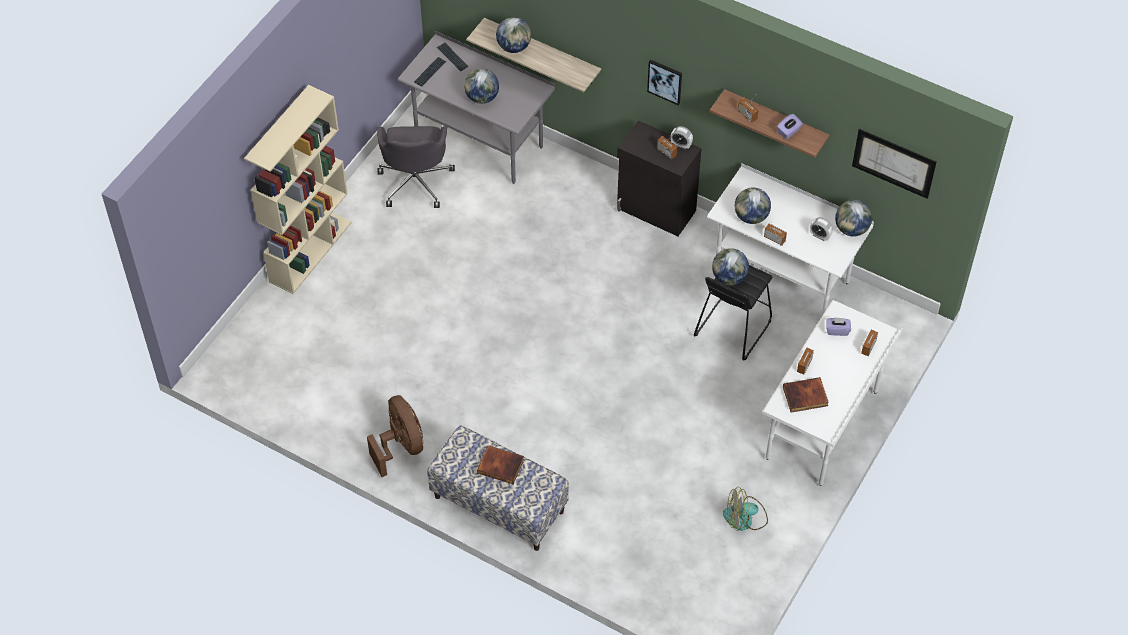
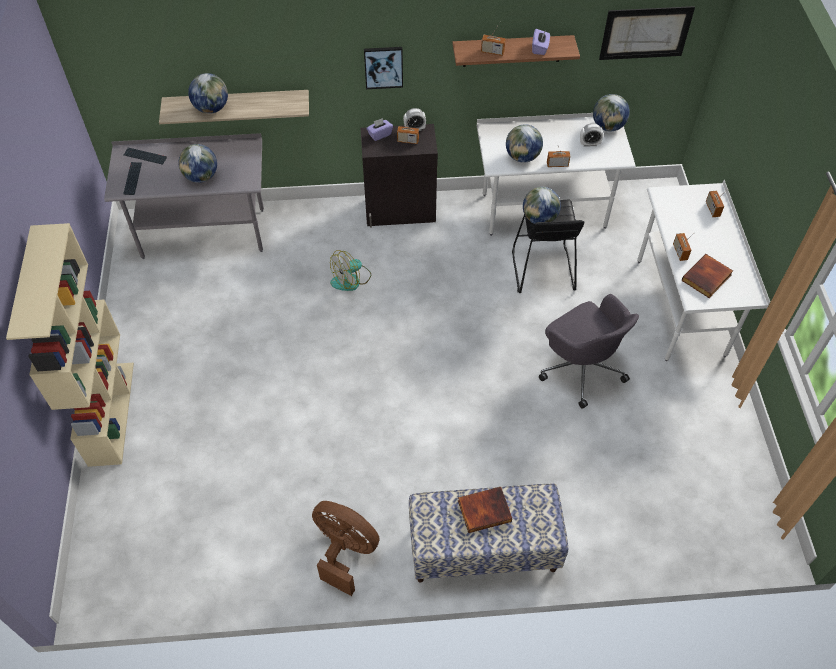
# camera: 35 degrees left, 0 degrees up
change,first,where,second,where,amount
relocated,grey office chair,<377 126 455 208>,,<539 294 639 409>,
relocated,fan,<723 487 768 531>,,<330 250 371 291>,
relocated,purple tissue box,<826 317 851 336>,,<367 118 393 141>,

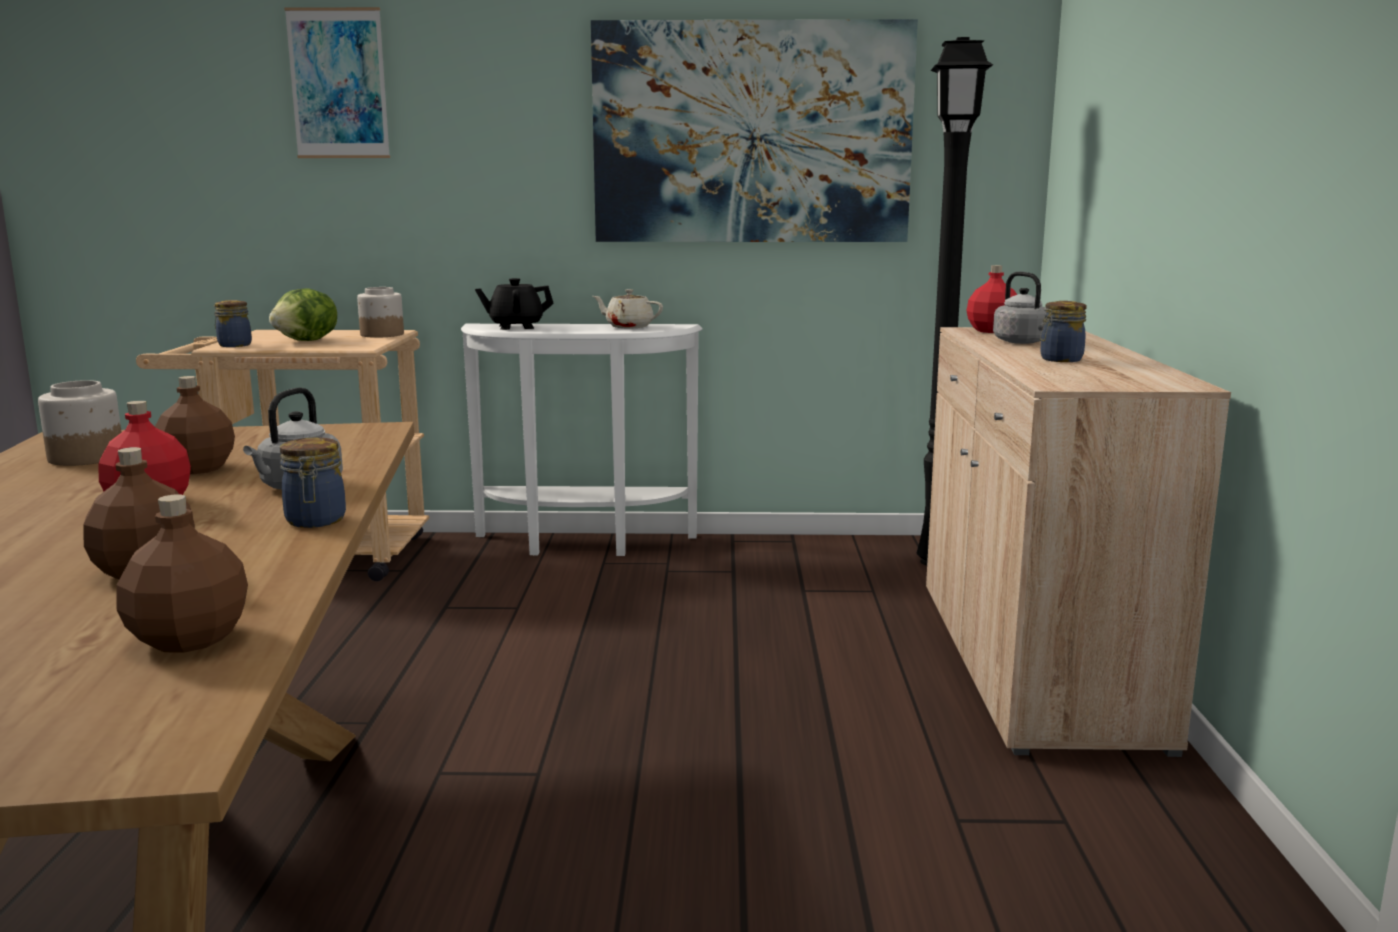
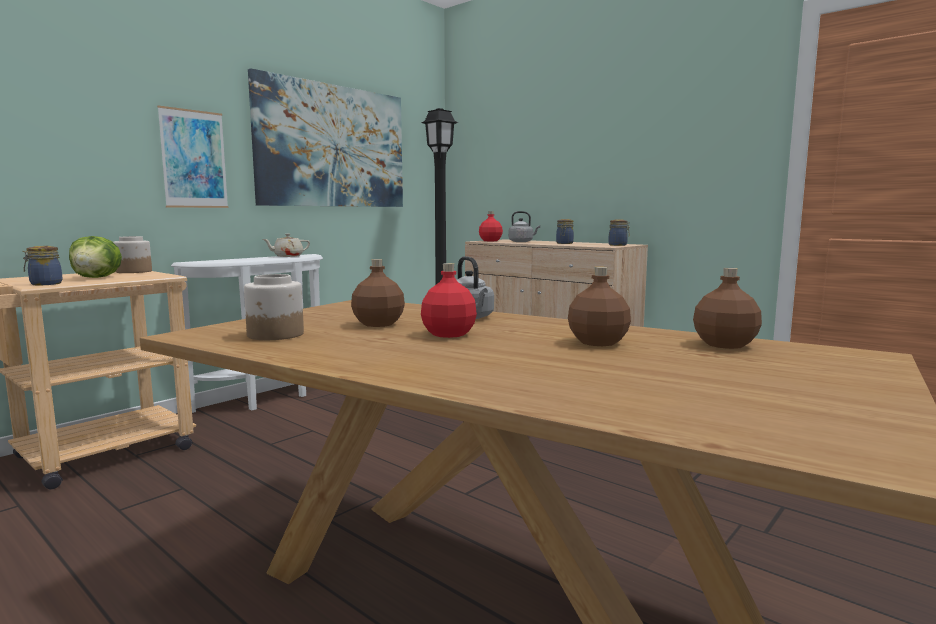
# camera: 50 degrees left, 5 degrees down
change,first,where,second,where,amount
relocated,jar,<280 438 346 528>,,<608 220 630 246>,
relocated,picture,<284 7 390 158>,,<157 105 228 208>,
missing,black teapot,<475 278 554 330>,,,

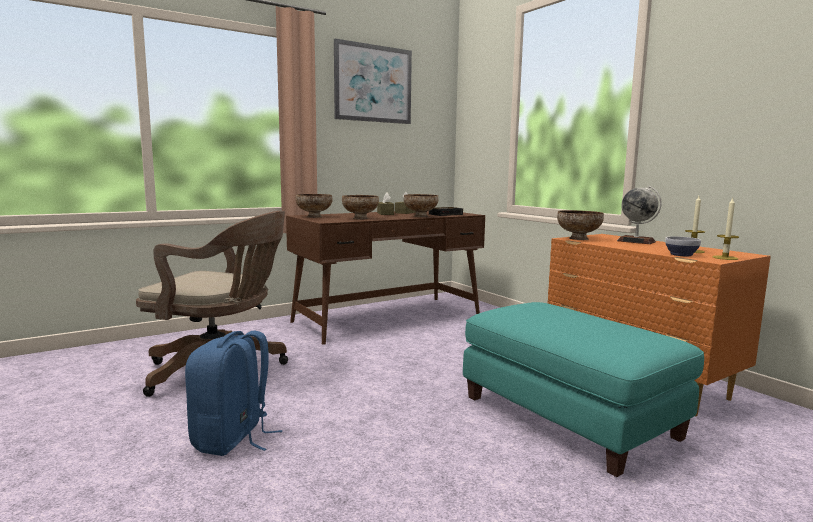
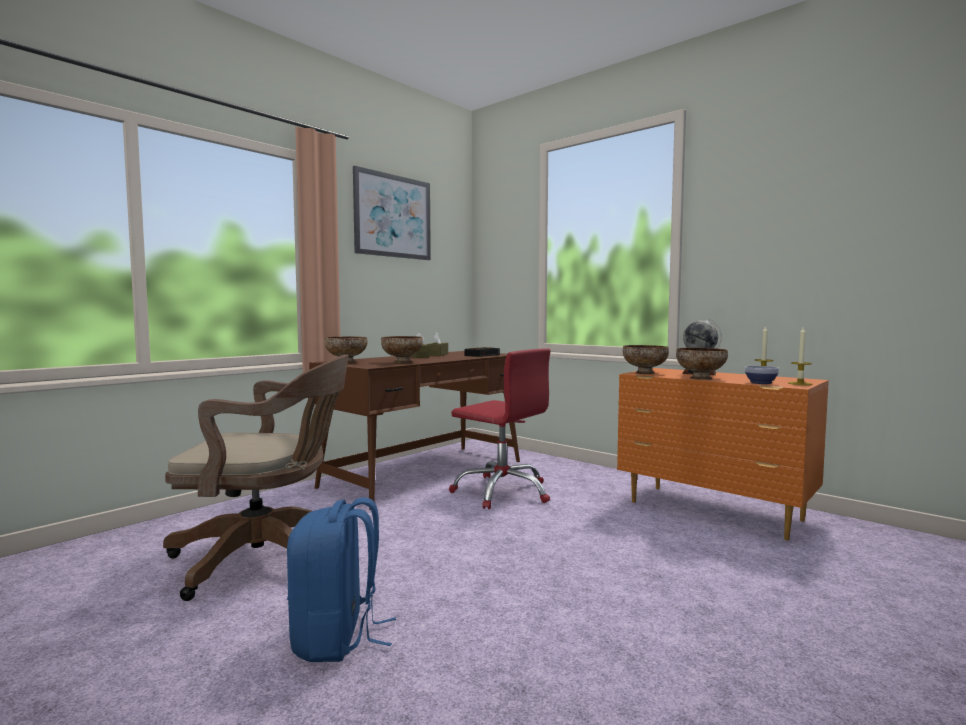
# camera: 15 degrees left, 5 degrees down
change,first,where,second,where,amount
relocated,bowl,<404 194 439 217>,,<676 348 728 380>,
missing,turquoise ottoman,<463 302 704 477>,,,
appeared,,,red office chair,<449 348 551 509>,

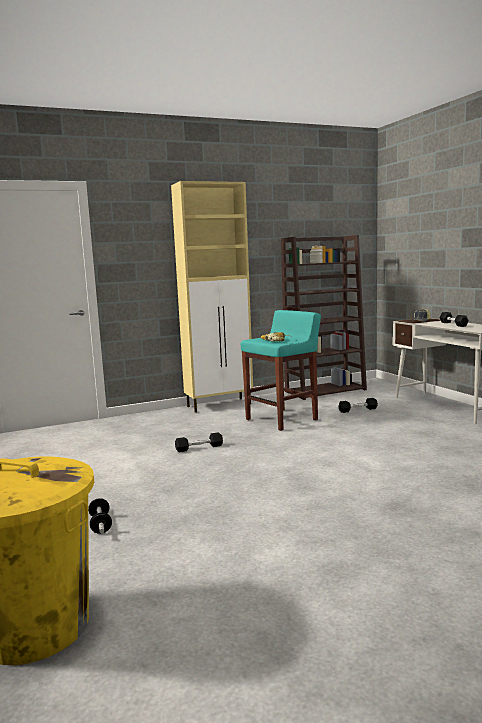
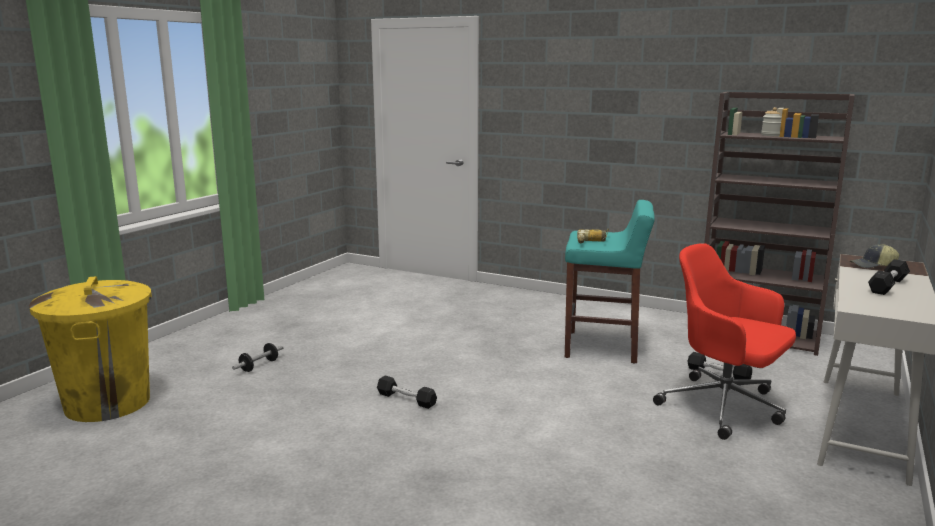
# camera: 50 degrees right, 5 degrees up
change,first,where,second,where,amount
missing,beige cabinet,<171 181 253 413>,,,
relocated,black dumbbell,<175 433 223 452>,,<377 376 437 409>,
appeared,,,red office chair,<653 244 796 440>,

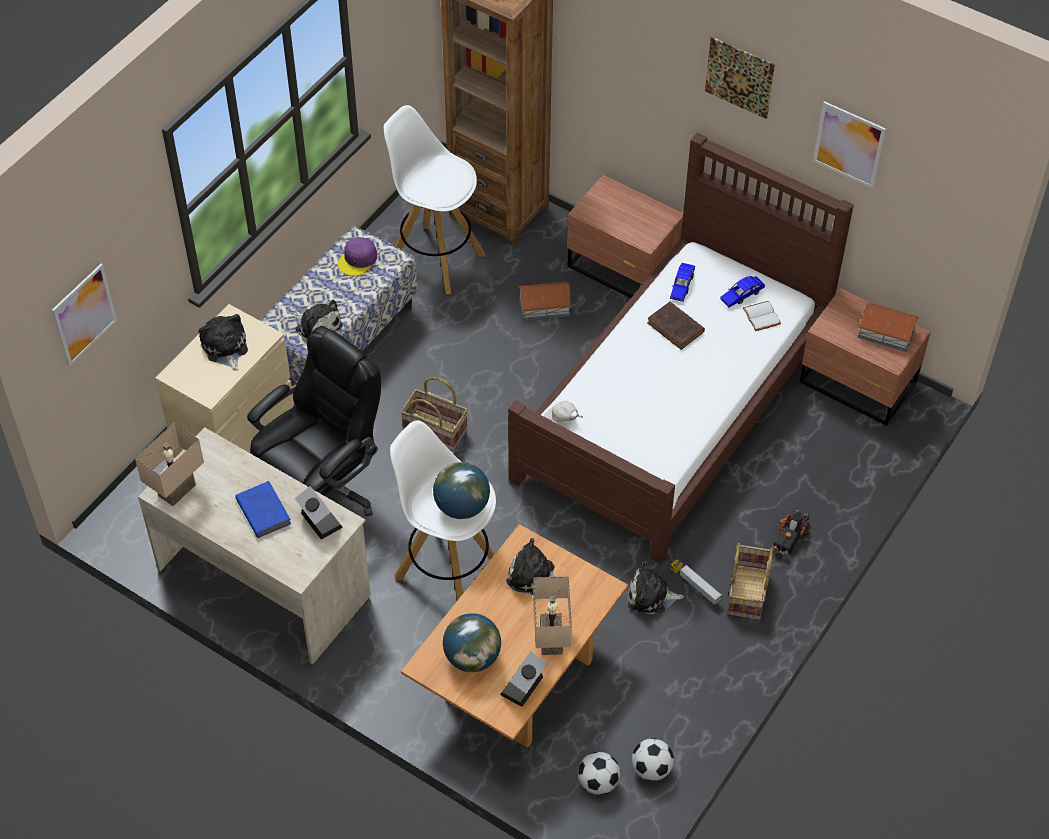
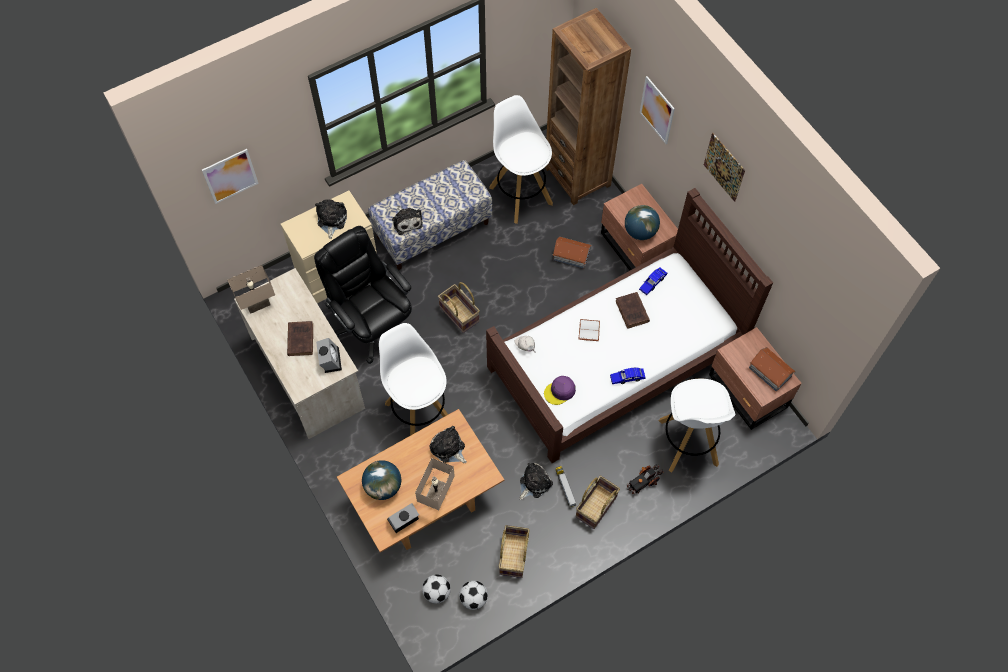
# camera: 25 degrees right, 10 degrees up
change,first,where,second,where,amount
colour,blue book,<235 481 291 538>,brown book,<287 321 313 356>,
spun,black office chair,<247 326 381 516>,,<314 226 412 364>,105 degrees counterclockwise
relocated,purple cap,<338 237 377 276>,,<544 376 576 405>,
relocated,globe,<433 462 490 519>,,<625 205 660 240>,
spun,plush toy,<628 561 684 614>,,<520 463 553 500>,105 degrees clockwise
relocated,blue toy car,<720 276 765 308>,,<610 368 646 384>,
relocated,white book,<743 301 781 331>,,<579 319 600 341>,
relocated,picture,<813 101 886 189>,,<640 76 675 144>,
appeared,,,basket,<498 525 530 578>,
appeared,,,white stool,<659 379 736 473>,

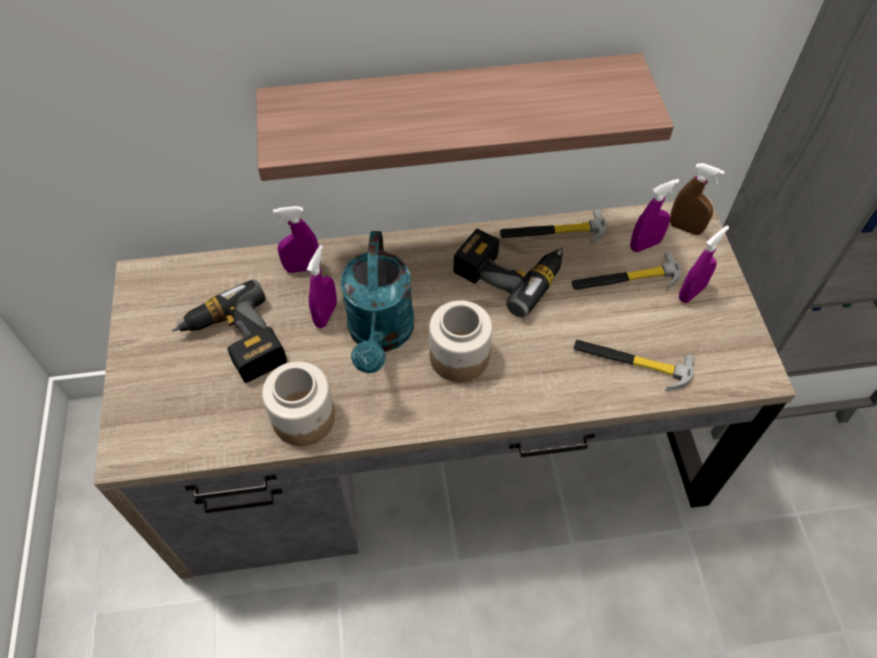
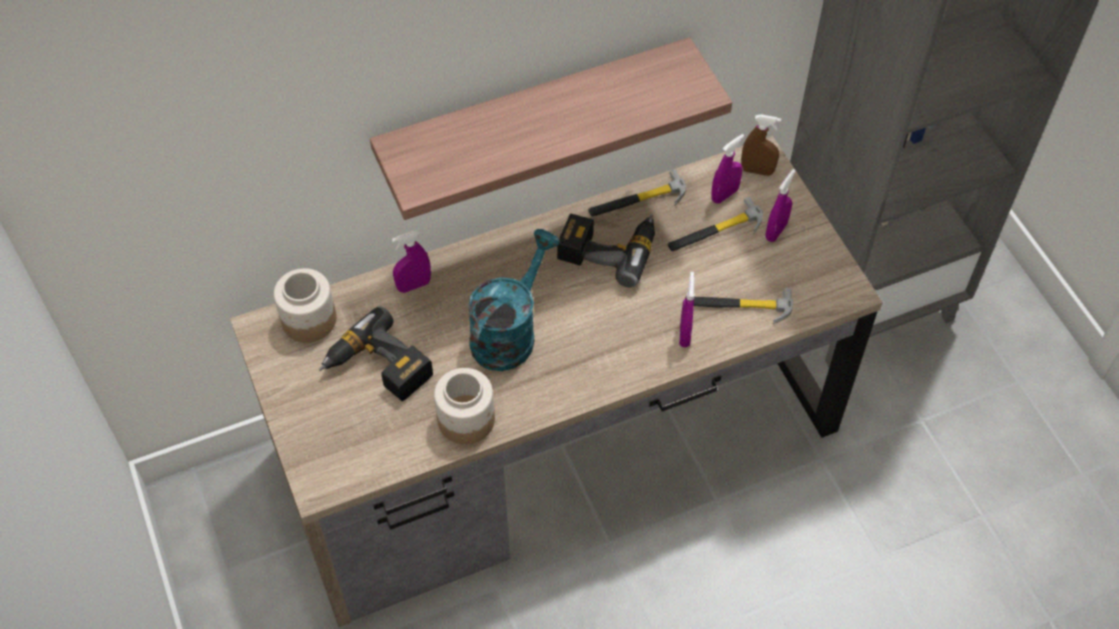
# camera: 15 degrees left, 0 degrees up
change,first,where,second,where,amount
relocated,purple spray bottle,<307 245 337 328>,,<679 272 695 348>,
spun,turquoise watering can,<340 231 414 373>,,<468 229 560 371>,135 degrees counterclockwise
relocated,jar,<429 300 492 382>,,<274 268 336 342>,

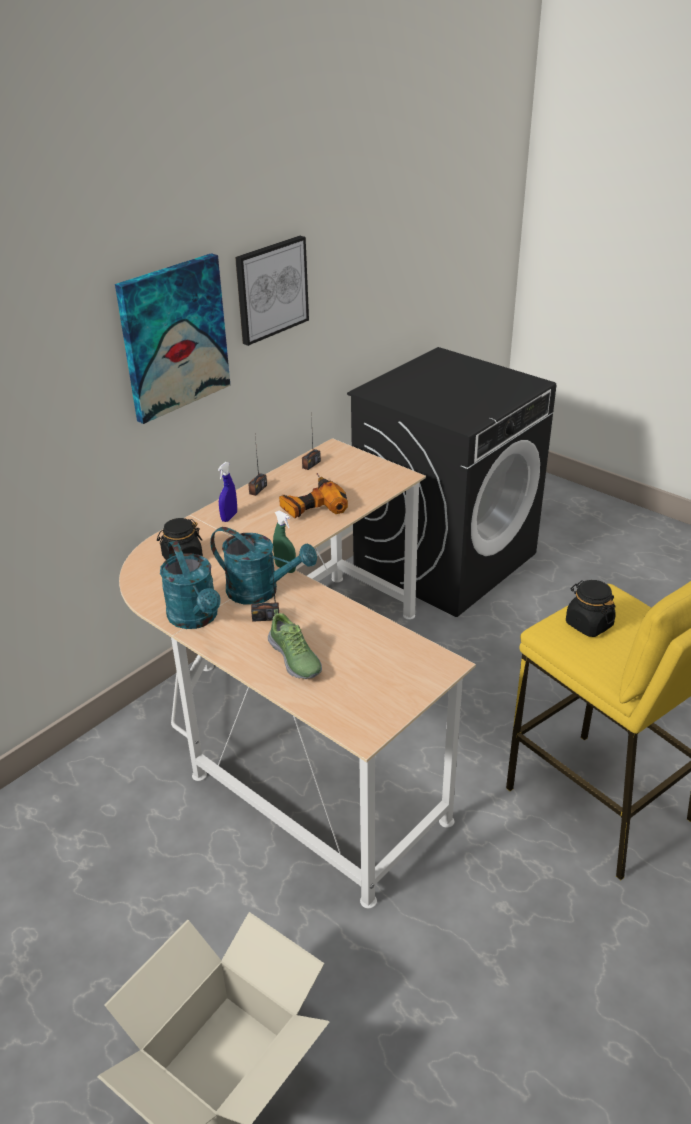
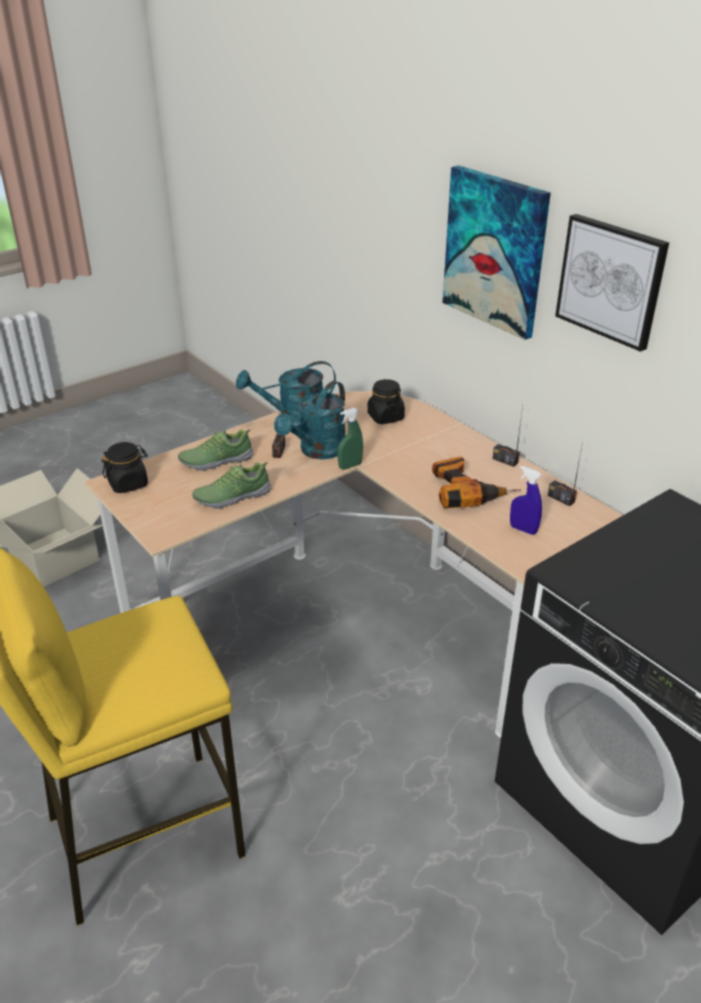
# camera: 100 degrees right, 0 degrees up
change,first,where,second,where,amount
relocated,blue spray bottle,<218 462 237 522>,,<510 466 542 535>,
relocated,black jar,<566 580 616 637>,,<101 442 148 493>,
appeared,,,shoe,<192 462 271 509>,

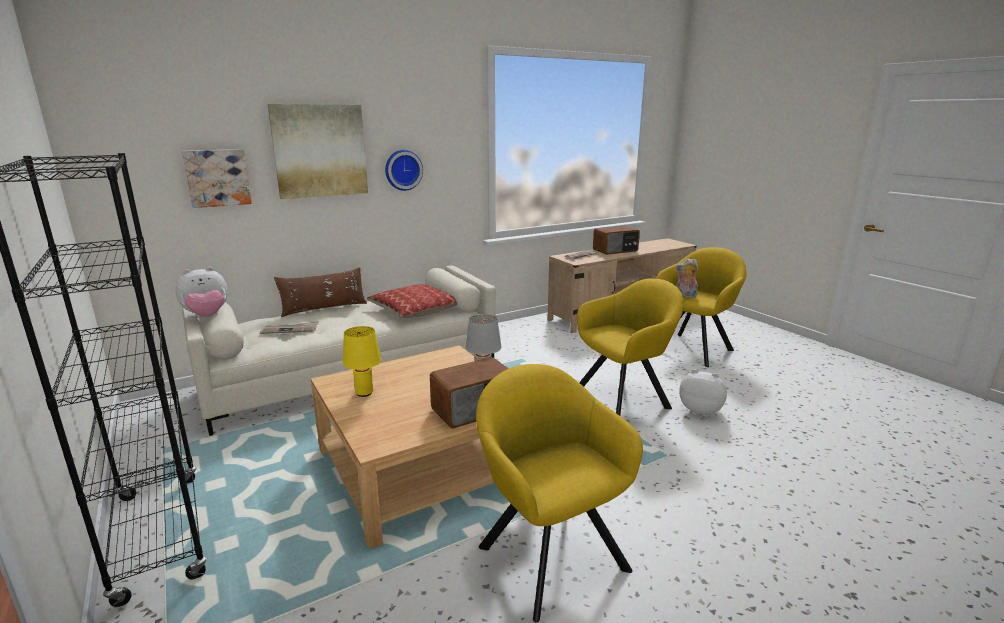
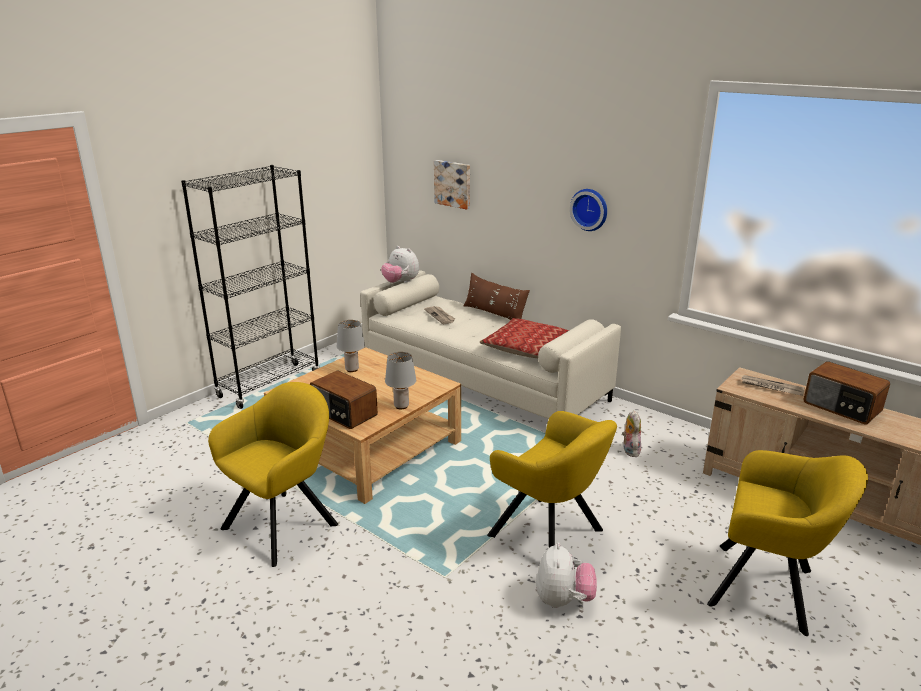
# camera: 70 degrees right, 5 degrees up
change,first,where,second,where,amount
missing,picture,<267 104 368 199>,,,
colour,yellow table lamp,<343 326 381 397>,grey table lamp,<337 320 365 372>,
relocated,plush toy,<675 259 699 298>,,<622 411 641 457>,

